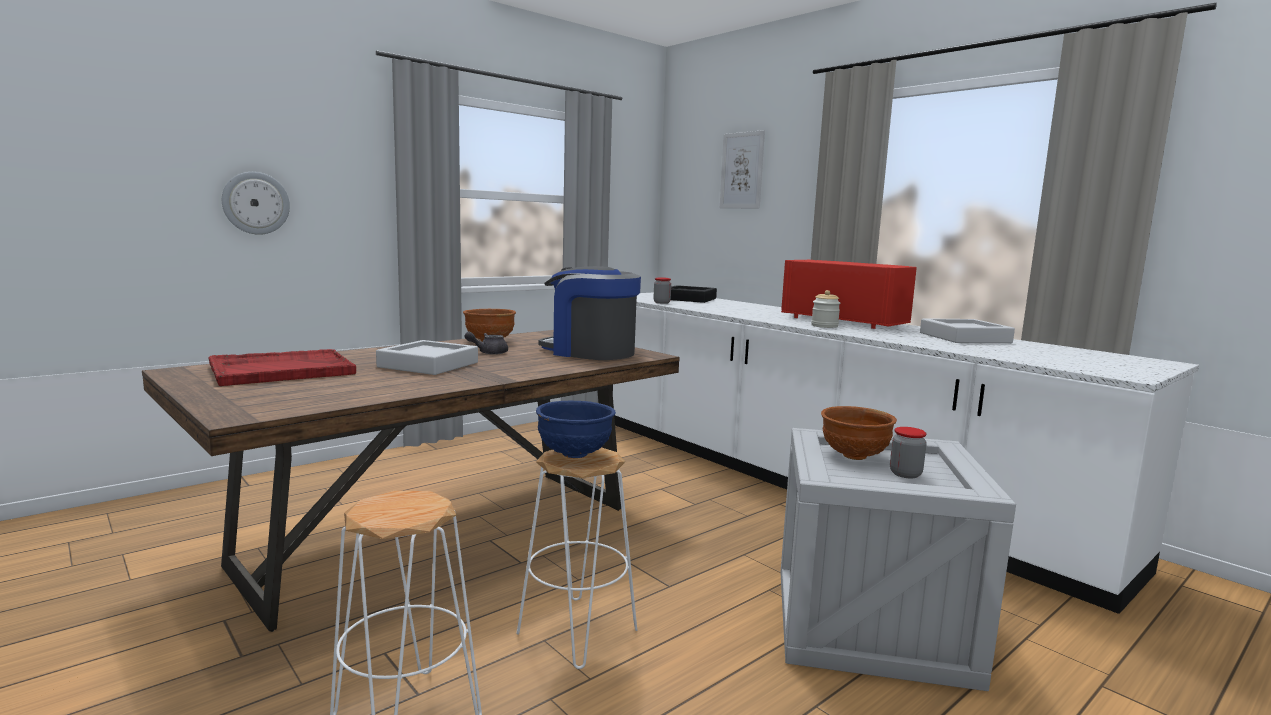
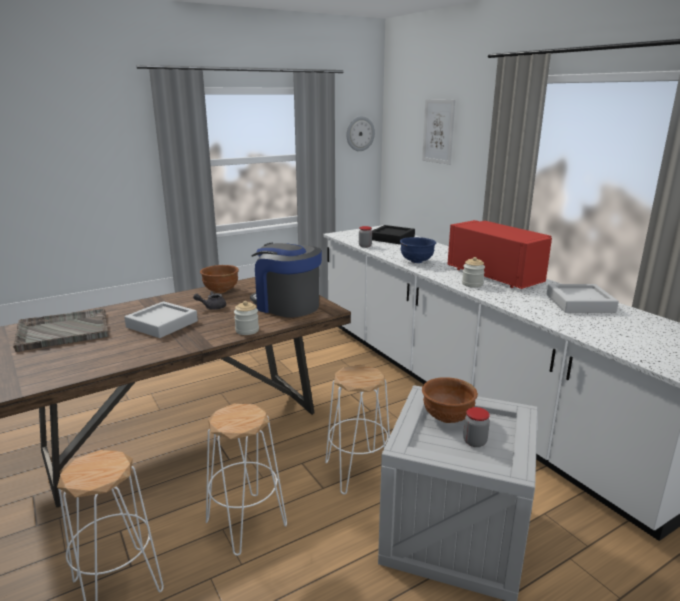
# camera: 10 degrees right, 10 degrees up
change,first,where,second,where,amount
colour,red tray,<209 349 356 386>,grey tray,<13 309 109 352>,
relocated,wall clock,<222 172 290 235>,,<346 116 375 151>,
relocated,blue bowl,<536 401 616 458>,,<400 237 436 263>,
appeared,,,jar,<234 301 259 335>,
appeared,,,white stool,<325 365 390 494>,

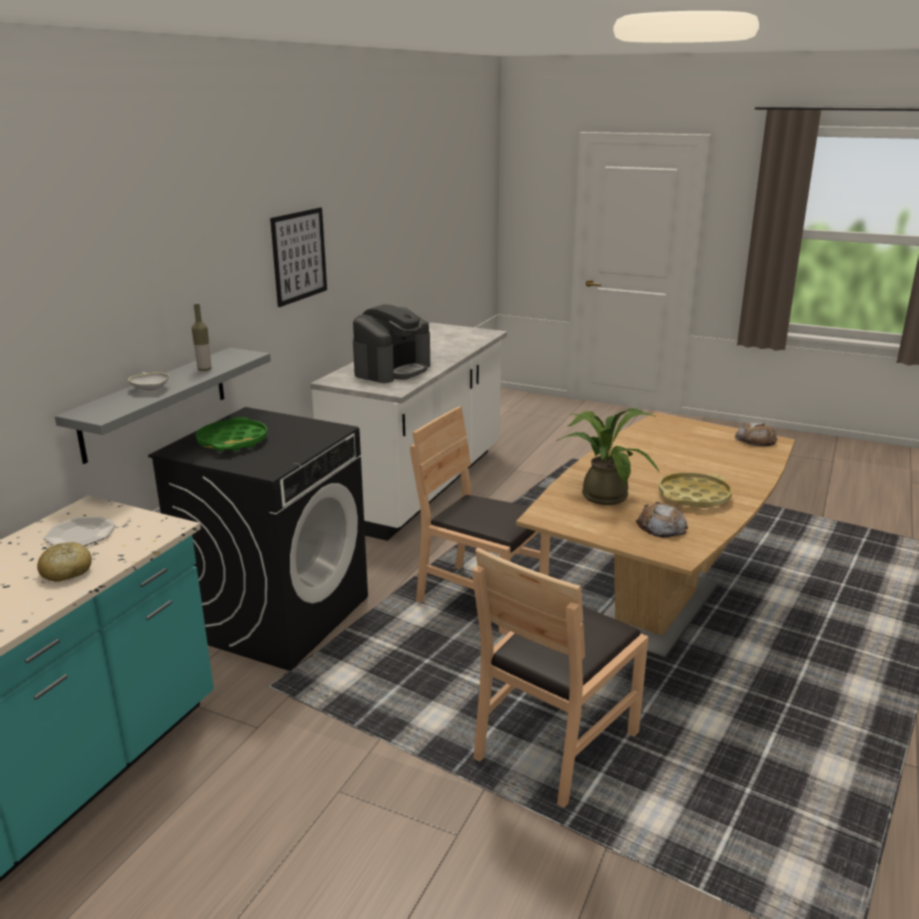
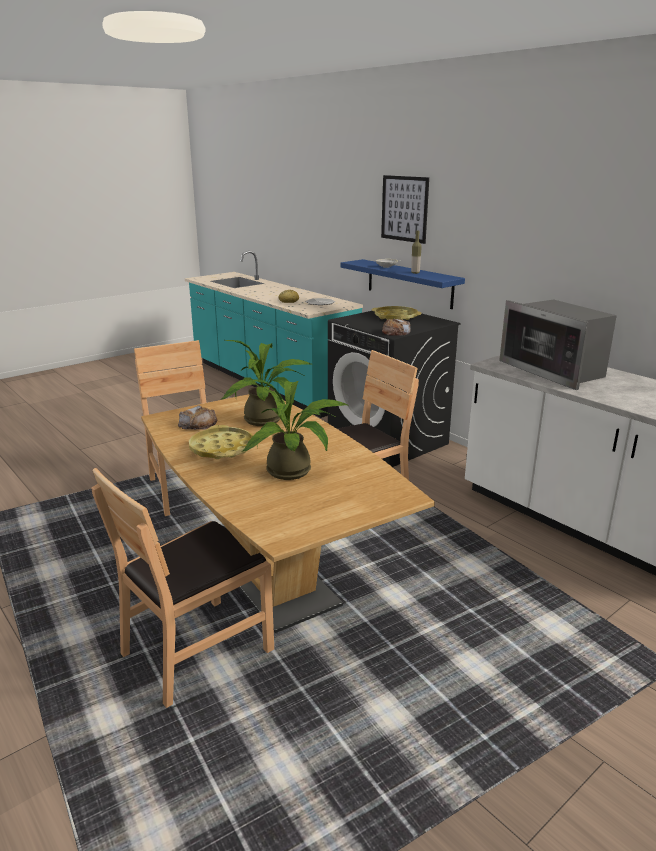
# camera: 115 degrees right, 0 degrees up
change,first,where,second,where,amount
colour,grey shelf,<55 348 271 464>,blue shelf,<340 259 465 309>,
colour,green tray,<196 417 268 451>,yellow tray,<372 306 422 320>,
relocated,picture,<270 207 327 307>,,<381 175 429 244>,
exchanged,coffee machine,<353 304 430 383>,microwave,<499 299 617 390>,
relocated,bread,<735 422 778 447>,,<382 318 411 336>,
appeared,,,brown chair,<91 468 274 708>,
appeared,,,potted plant,<243 379 347 480>,

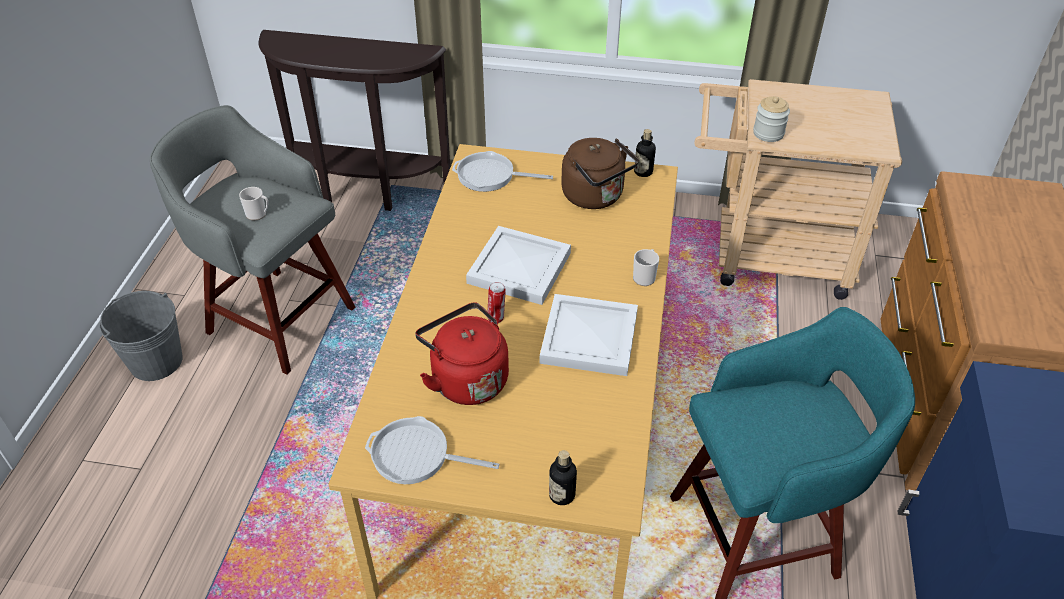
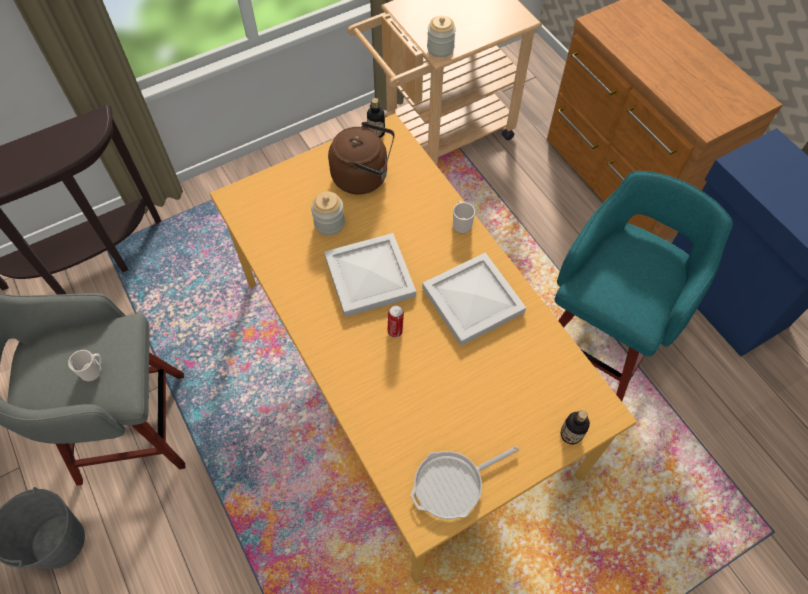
# camera: 40 degrees left, 15 degrees up
change,first,where,second,where,amount
missing,red kettle,<415 302 509 405>,,,
missing,frying pan,<452 151 553 192>,,,
appeared,,,jar,<311 191 345 235>,

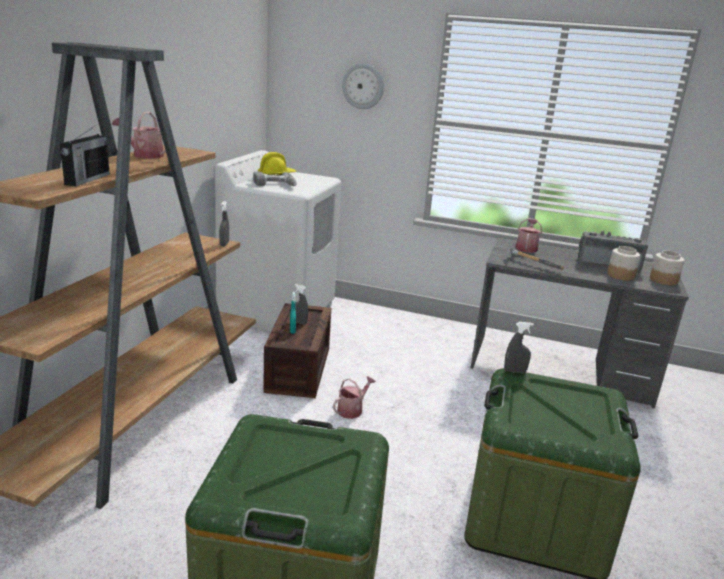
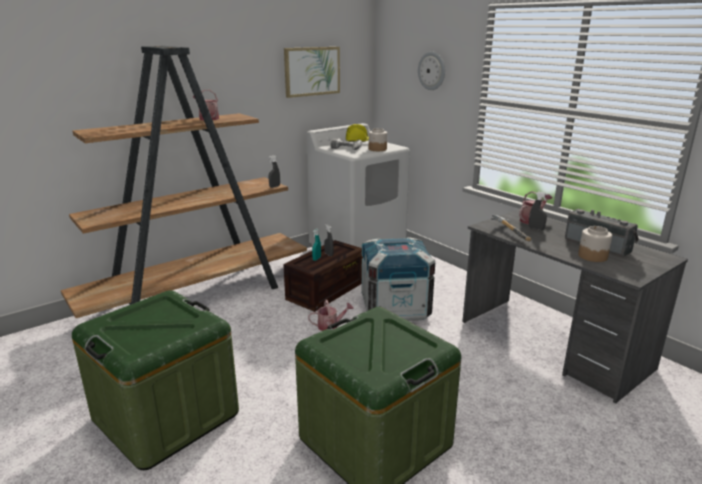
# camera: 35 degrees right, 0 degrees up
change,first,where,second,where,amount
missing,radio,<60 125 110 186>,,,
relocated,grey spray bottle,<504 322 534 373>,,<529 192 548 230>,
relocated,jar,<650 251 685 285>,,<369 128 387 151>,
appeared,,,picture,<284 47 340 98>,
appeared,,,crate,<361 237 435 321>,

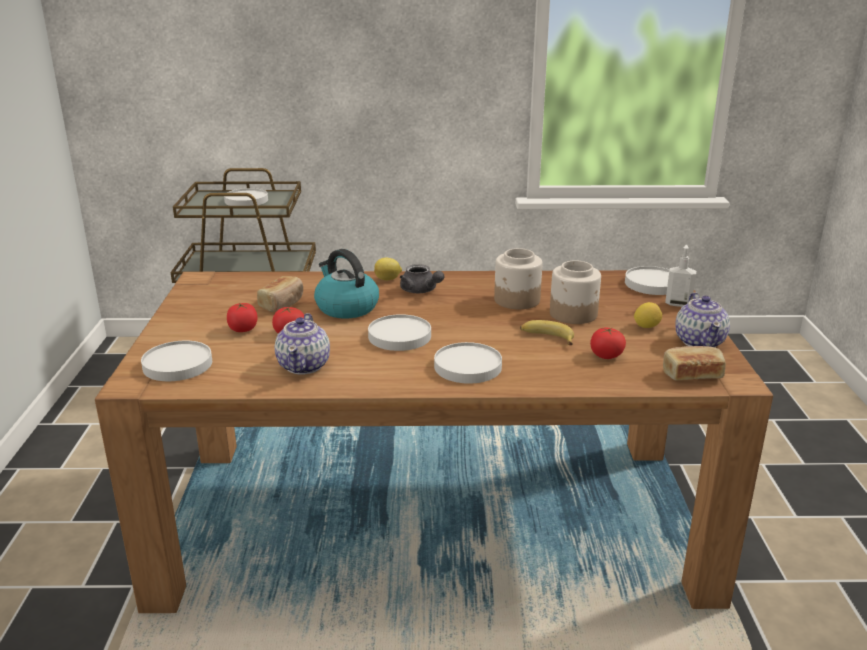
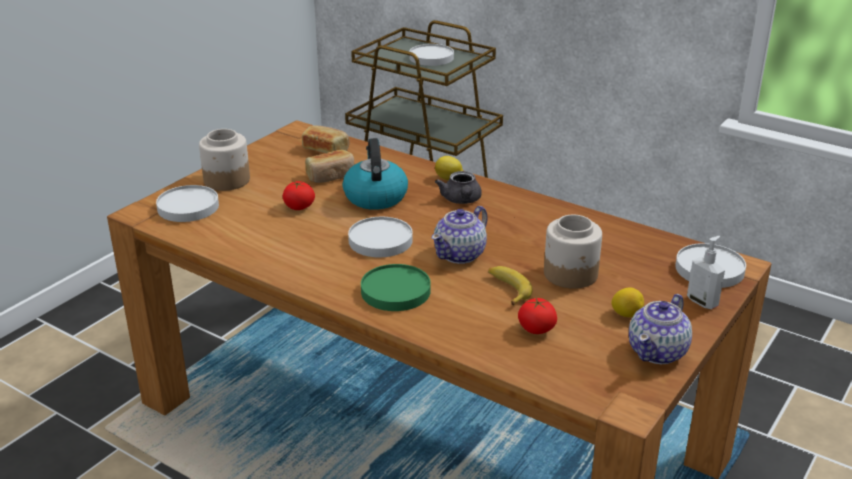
# camera: 35 degrees right, 5 degrees up
change,first,where,second,where,amount
missing,tomato,<227 303 258 332>,,,
relocated,teapot,<275 313 330 374>,,<432 206 488 264>,
colour,white plate,<434 342 502 384>,green plate,<361 264 431 311>,
relocated,jar,<494 248 542 309>,,<199 129 250 191>,
relocated,bread,<663 346 726 380>,,<302 125 350 153>,

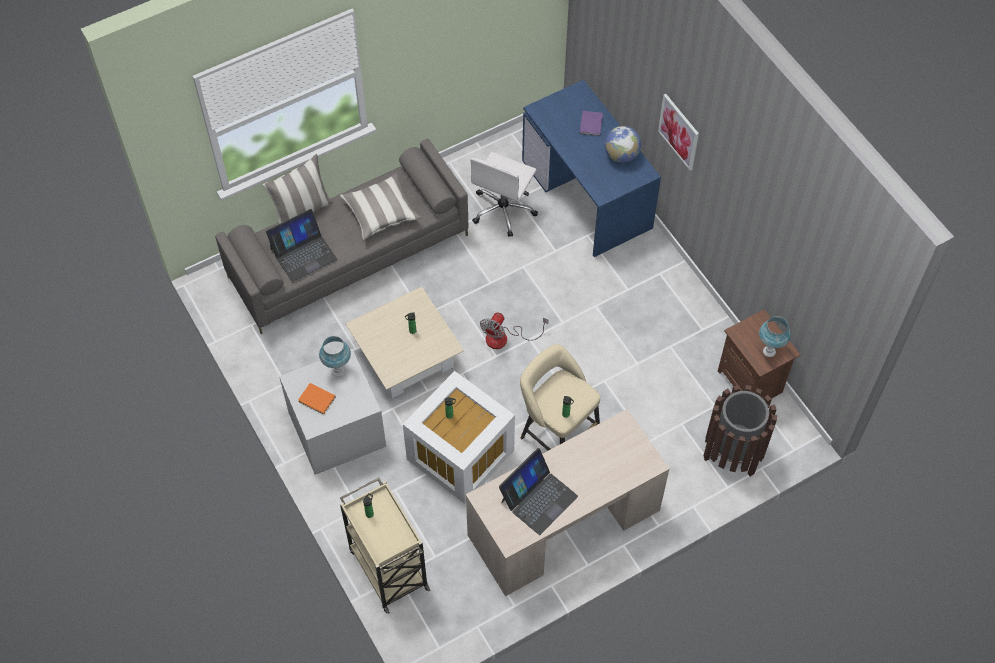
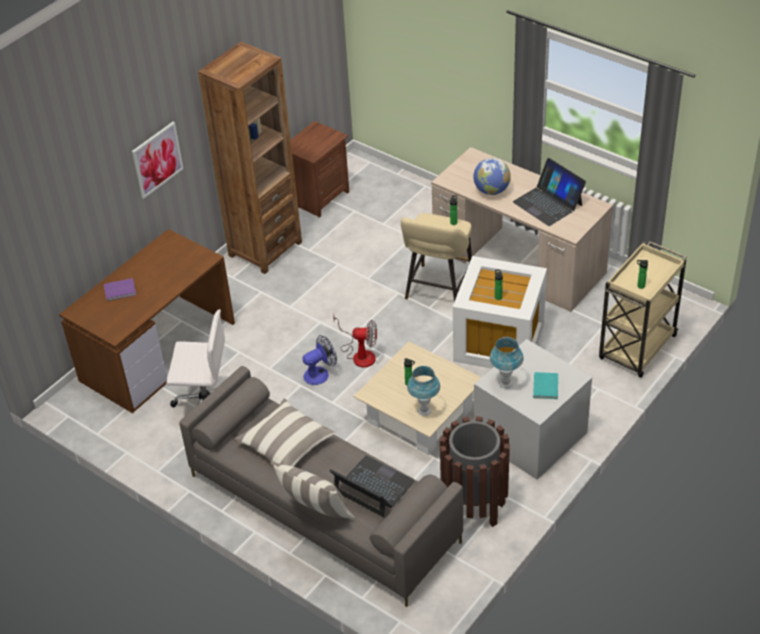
# camera: 110 degrees left, 15 degrees down
change,first,where,second,where,amount
colour,orange book,<298 383 336 414>,turquoise book,<533 372 558 399>,
spun,laptop,<499 448 578 535>,,<513 158 586 226>,150 degrees counterclockwise
colour,blue desk,<522 80 661 257>,brown desk,<59 229 235 413>,
relocated,globe,<605 126 641 163>,,<473 158 511 195>,
relocated,brown trash can,<703 385 777 477>,,<440 416 510 527>,
relocated,blue table lamp,<759 316 791 357>,,<407 366 440 416>,
appeared,,,brown bookcase,<198 42 302 274>,
appeared,,,fan,<303 335 337 385>,

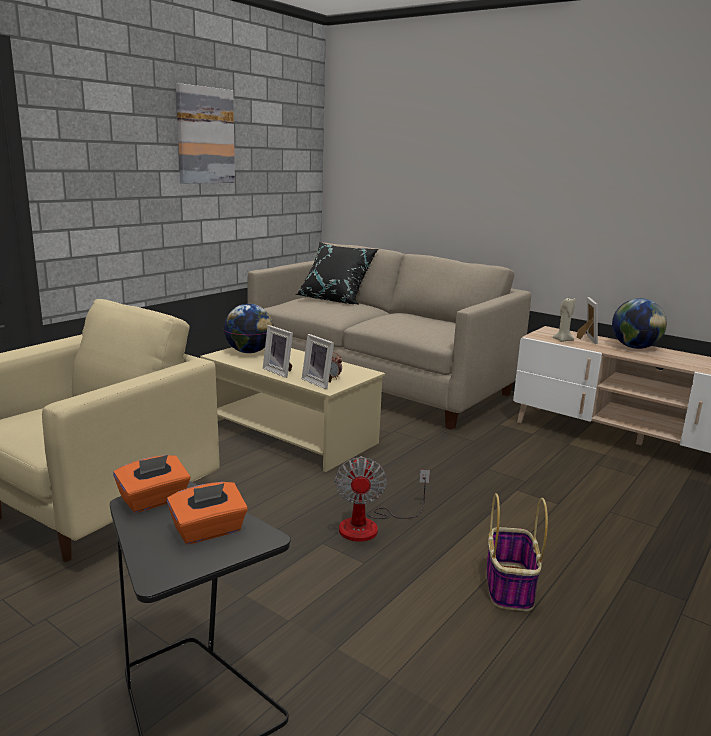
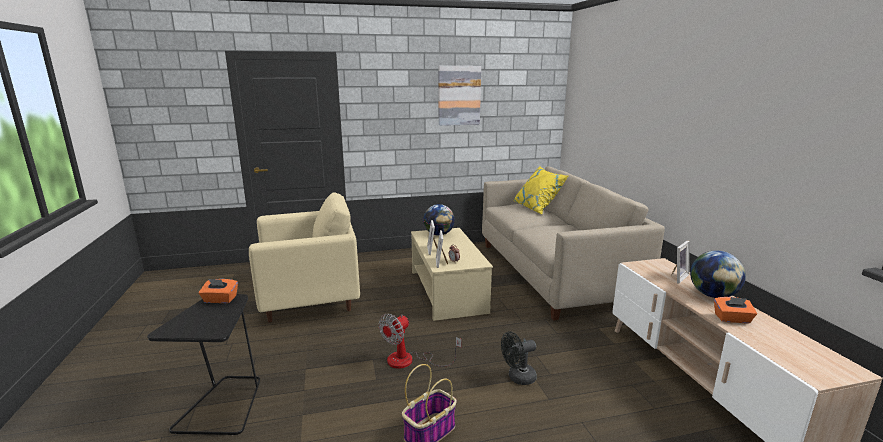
# camera: 40 degrees right, 0 degrees up
change,first,where,second,where,amount
relocated,orange tissue box,<167 482 248 545>,,<714 297 757 323>,
colour,black pillow,<296 242 378 305>,yellow pillow,<513 167 569 214>,
missing,beige candle,<552 298 576 342>,,,
appeared,,,black fan,<501 331 537 385>,

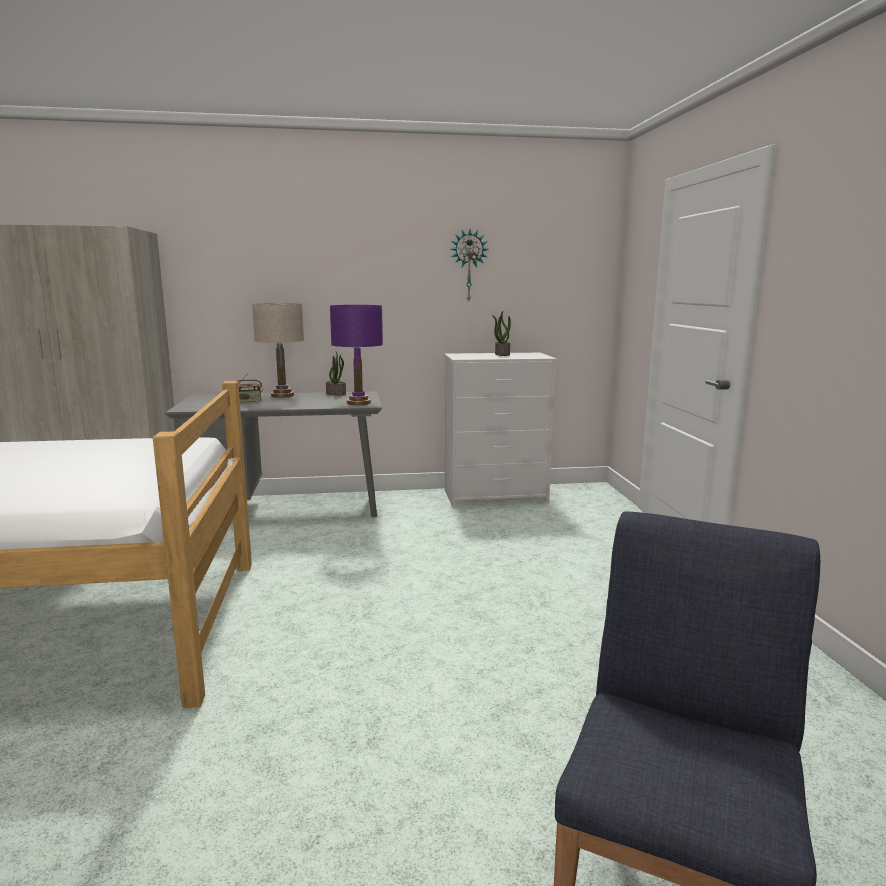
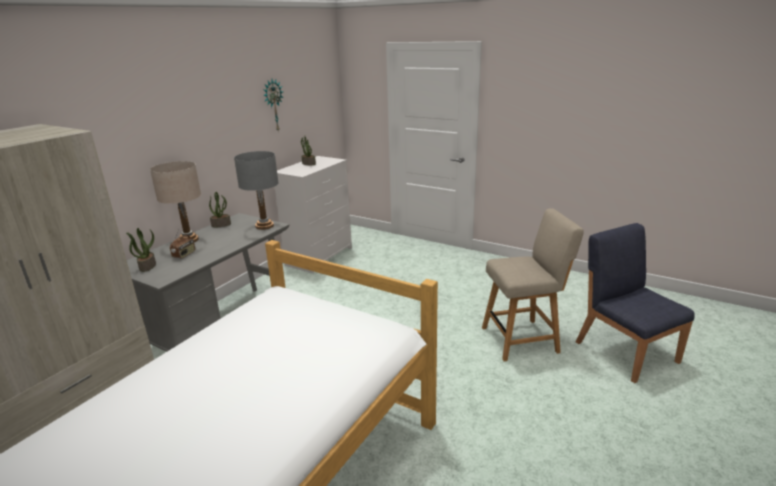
# camera: 50 degrees left, 10 degrees up
change,first,where,second,where,amount
colour,purple table lamp,<330 305 383 405>,grey table lamp,<234 151 279 230>,
appeared,,,potted plant,<126 228 156 272>,
appeared,,,beige chair,<482 208 584 362>,

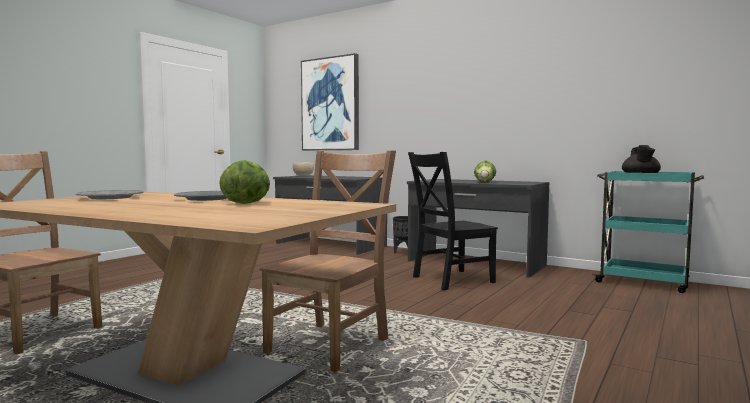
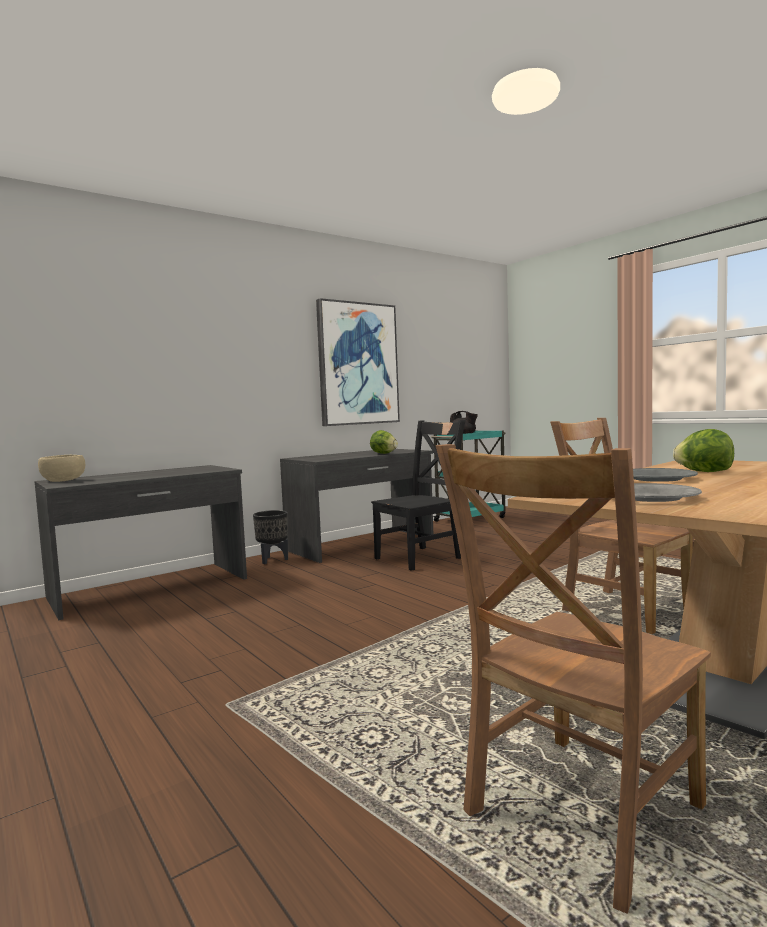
# camera: 70 degrees left, 0 degrees up
change,first,where,second,where,amount
relocated,picture,<301 53 359 150>,,<316 298 400 426>,
spun,black chair,<408 152 498 290>,,<371 420 466 571>,120 degrees counterclockwise

